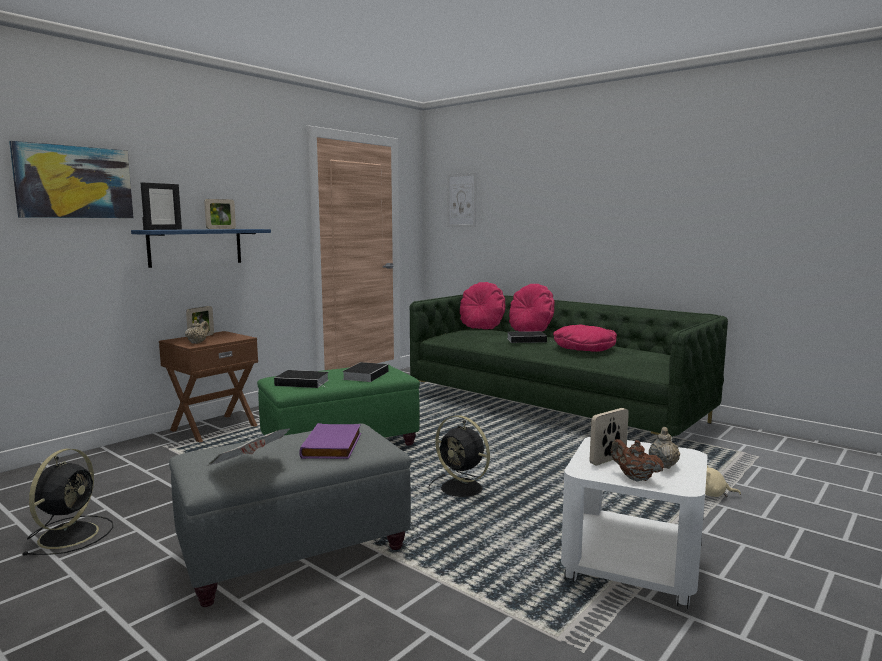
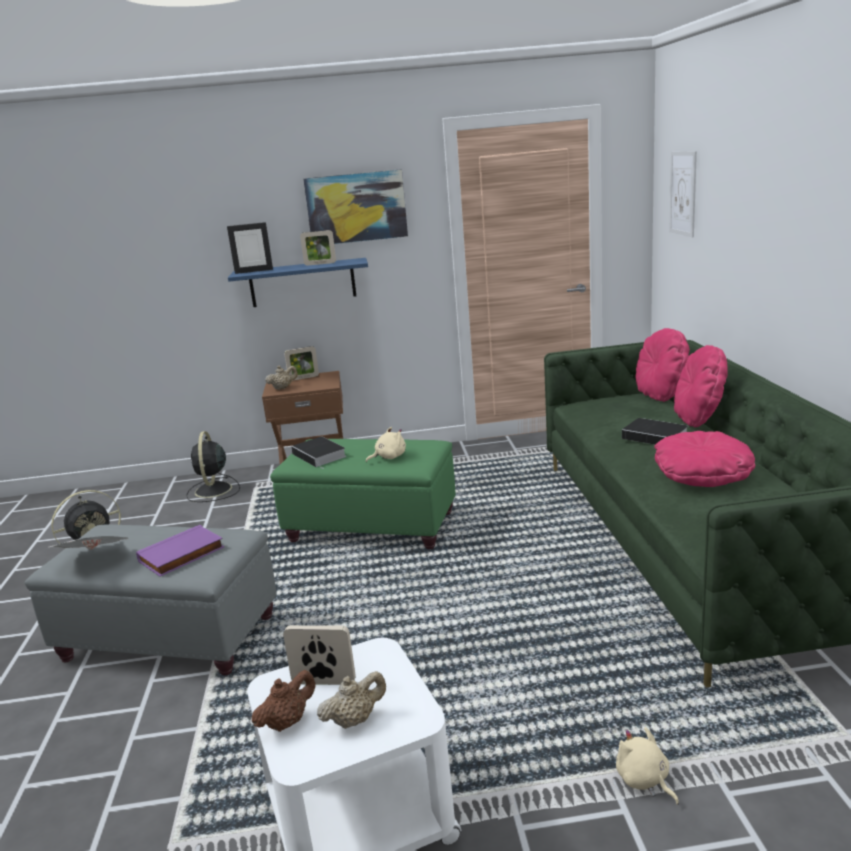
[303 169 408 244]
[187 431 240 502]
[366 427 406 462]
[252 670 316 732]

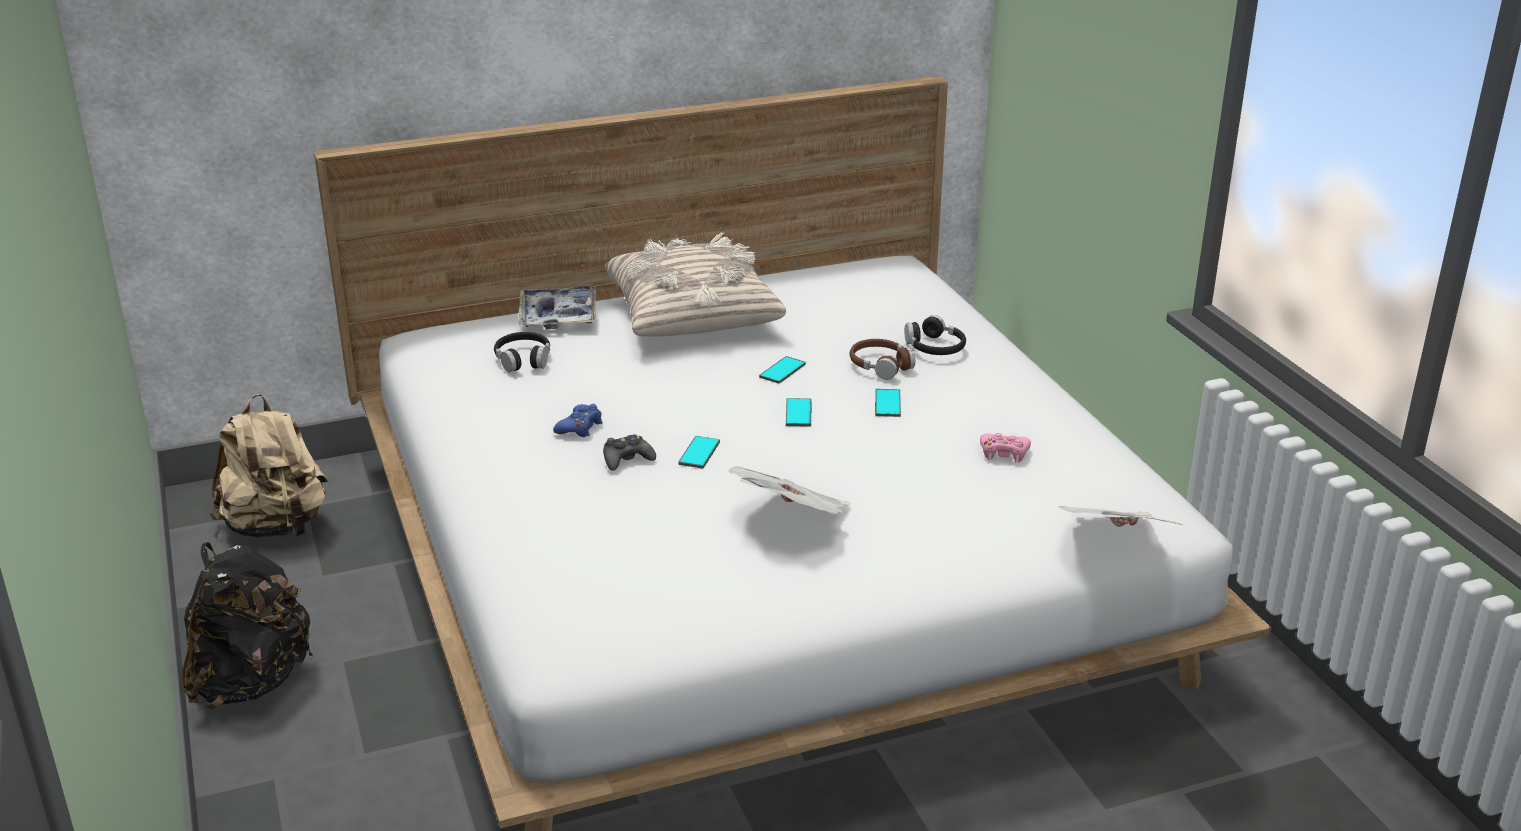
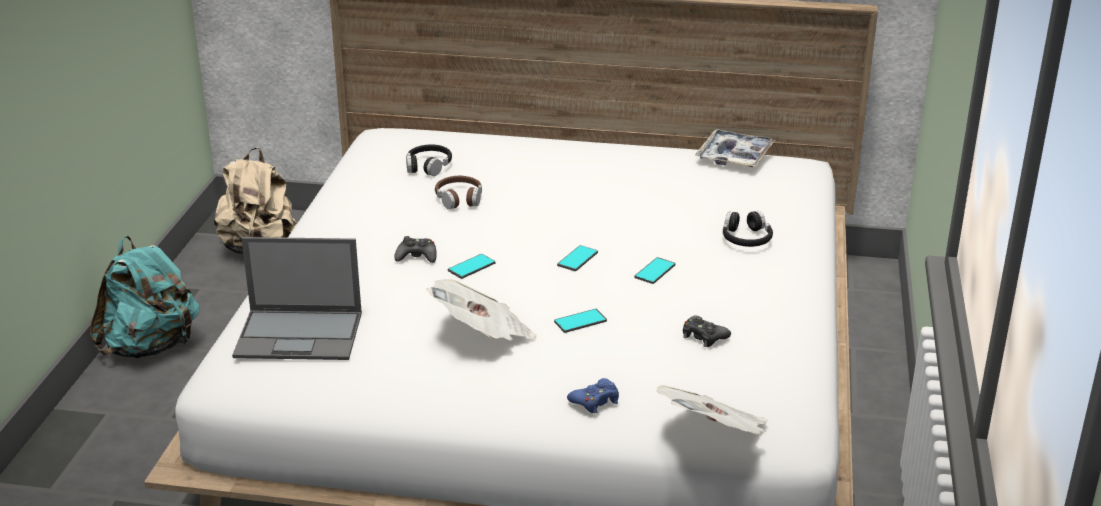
[605 232 786 337] (first image)
[232 237 362 360]
[695 129 776 167]
[567 378 619 413]
[554 309 607 333]
[435 176 482 210]
[90 236 200 358]
[683 315 731 347]

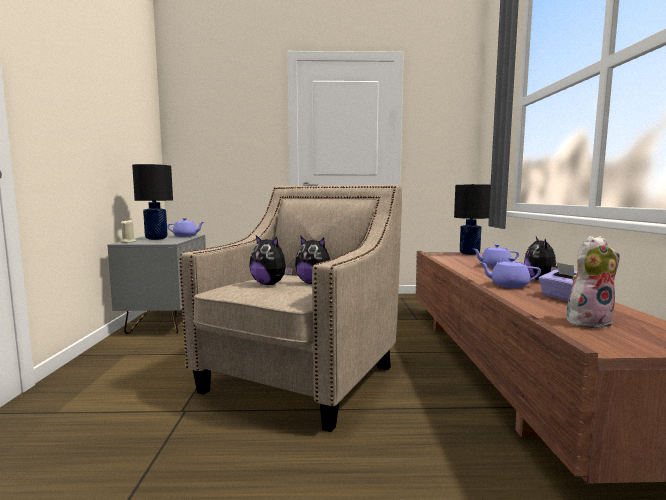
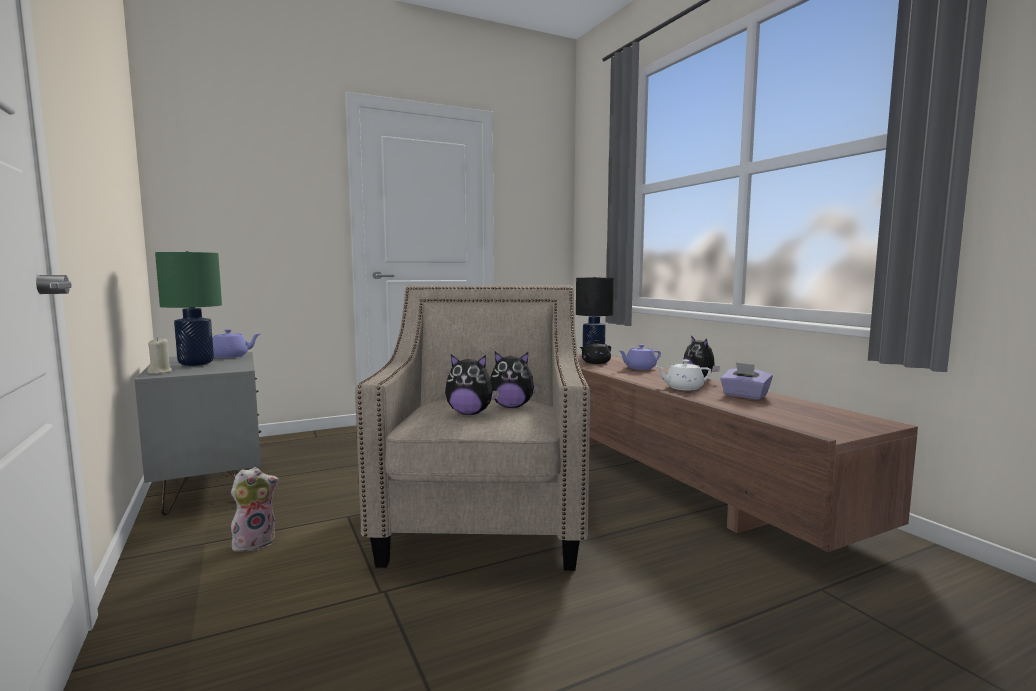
[580 340 611 364]
[231 467 279 552]
[155 251 222 366]
[657 360 712 391]

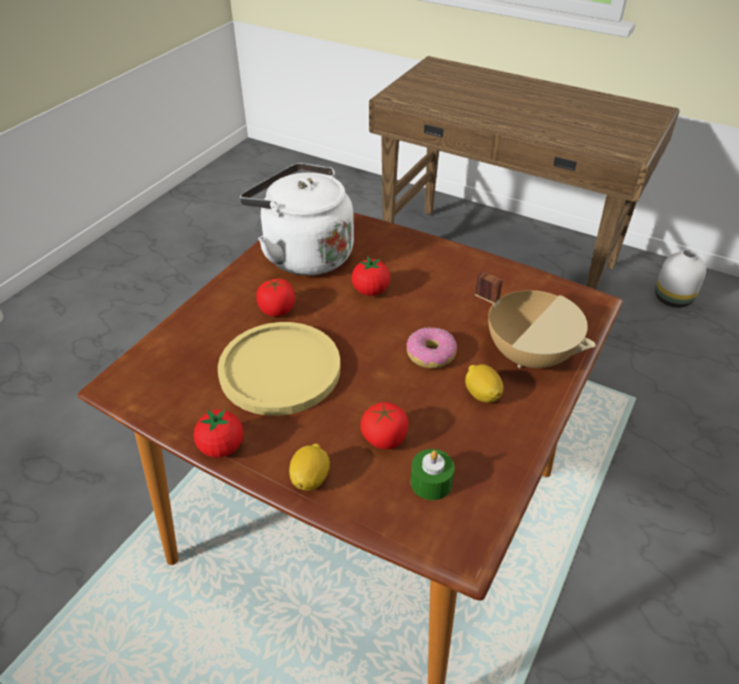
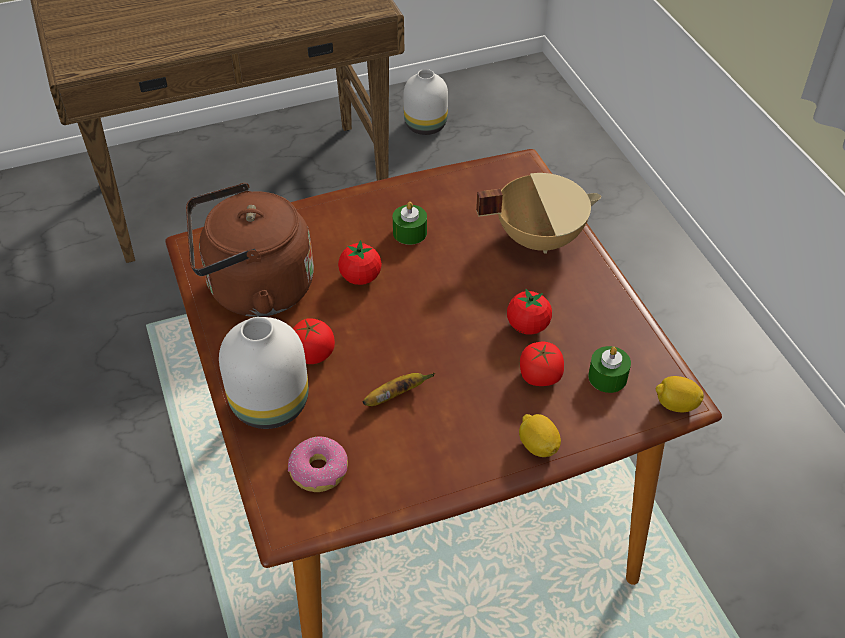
[219 317 309 429]
[393 202 427 245]
[507 289 552 335]
[288 437 348 492]
[656 376 704 412]
[363 373 435 406]
[186 183 314 317]

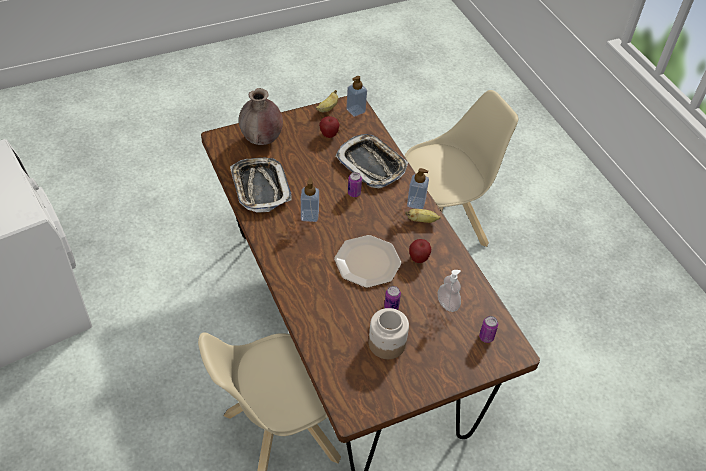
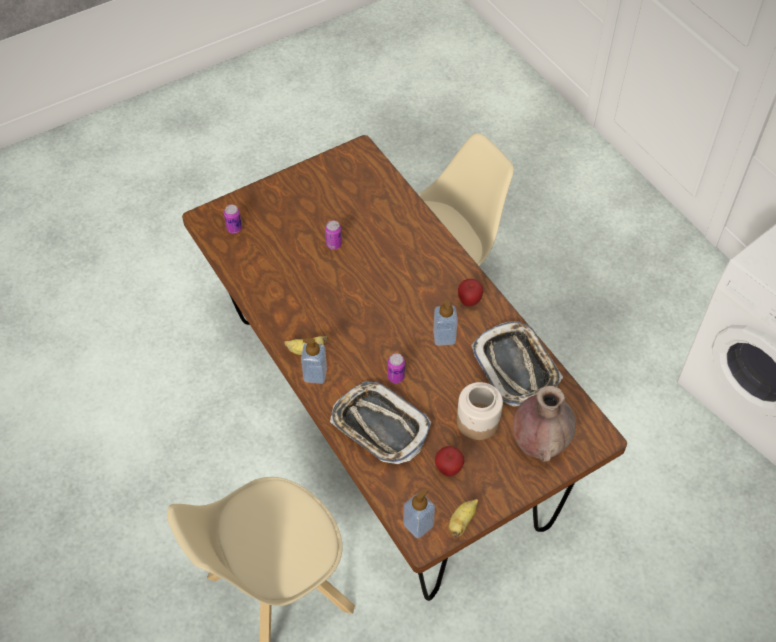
[334 235 401 288] (first image)
[438 270 461 312] (first image)
[457 382 503 440]
[458 278 484 306]

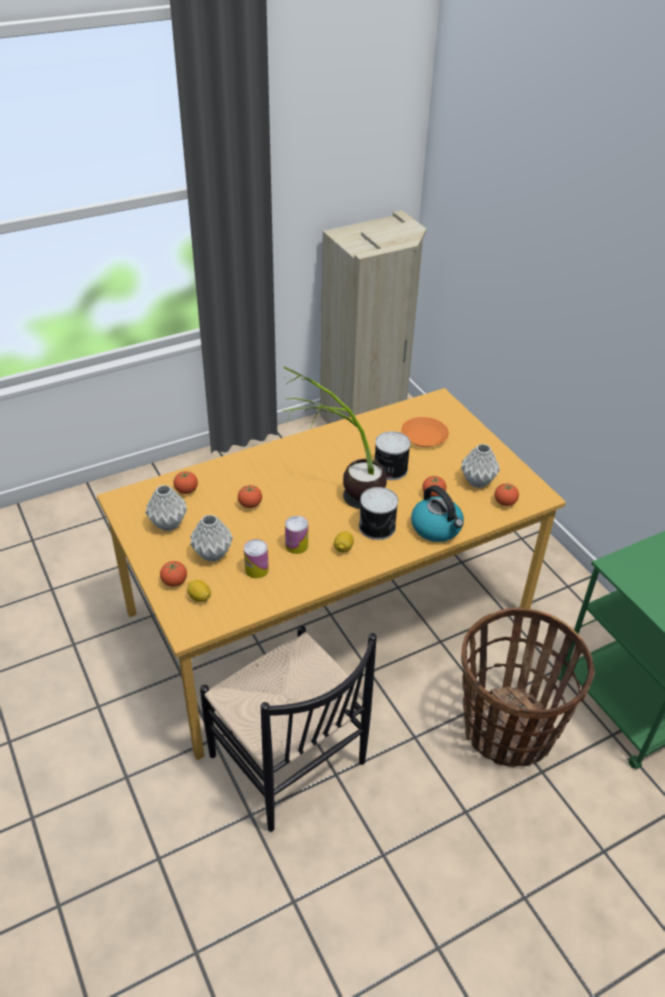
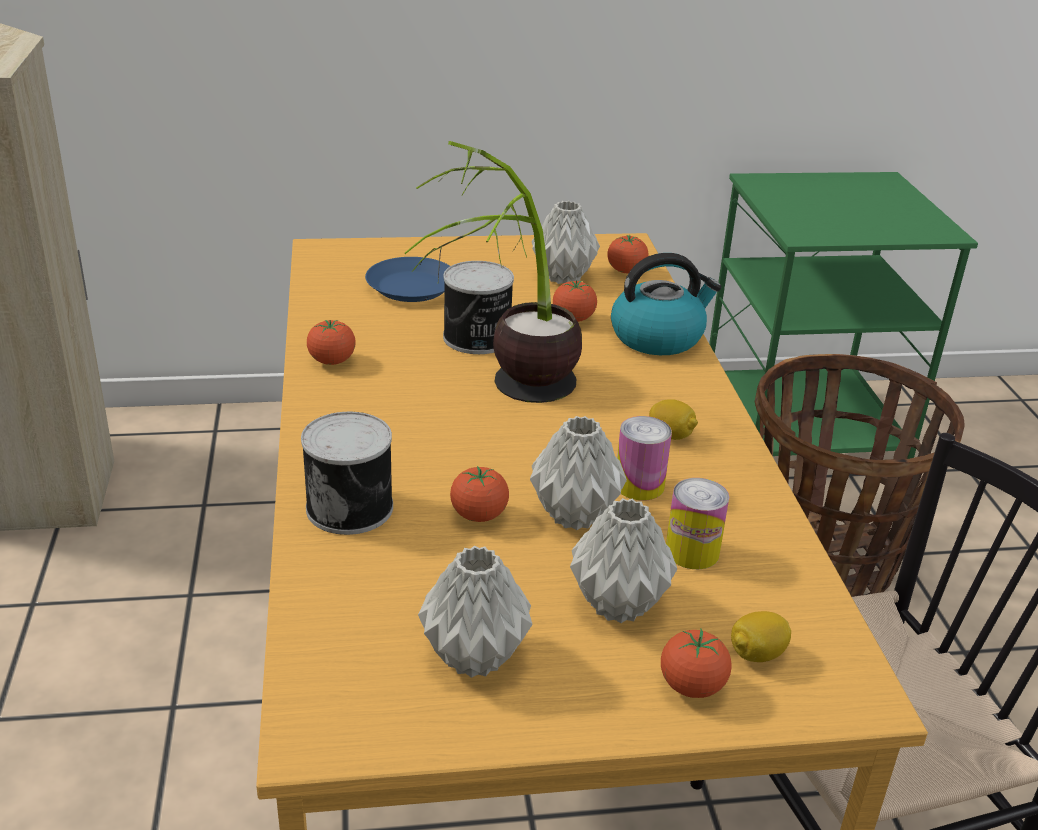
[530 416 627 530]
[307 320 356 365]
[301 412 393 535]
[365 257 450 302]

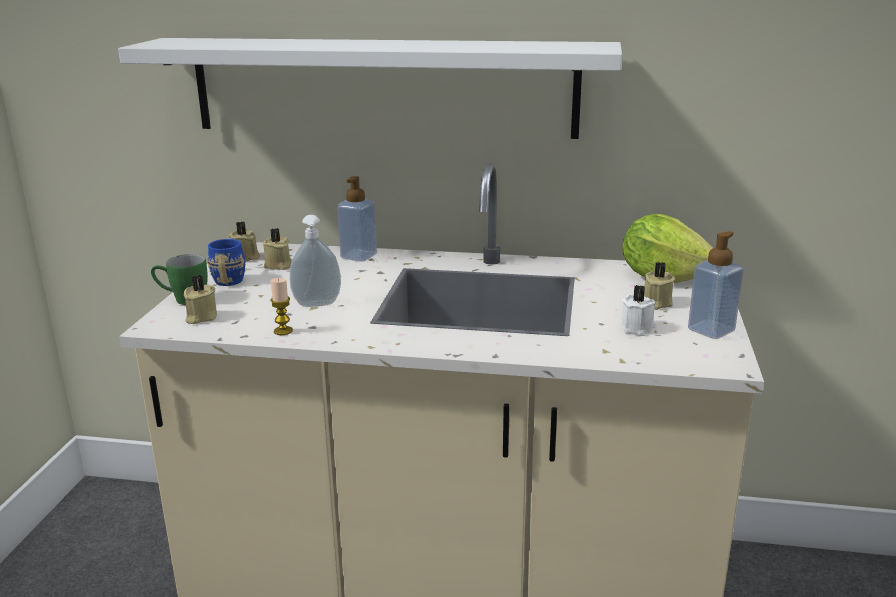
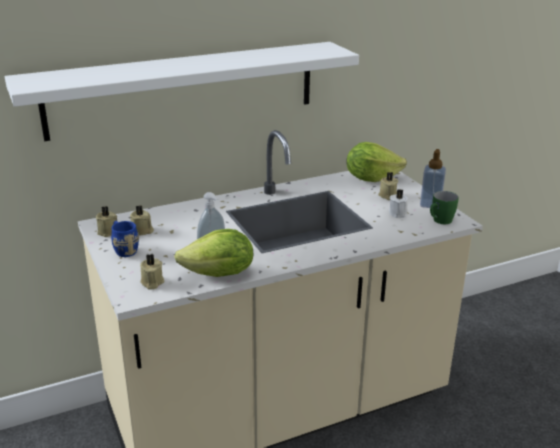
[337 176 377 262] (first image)
[430 191 459 224]
[174 229 253 277]

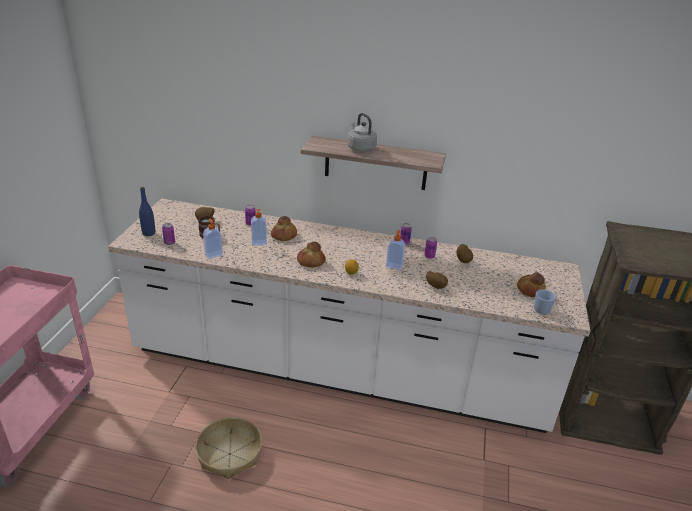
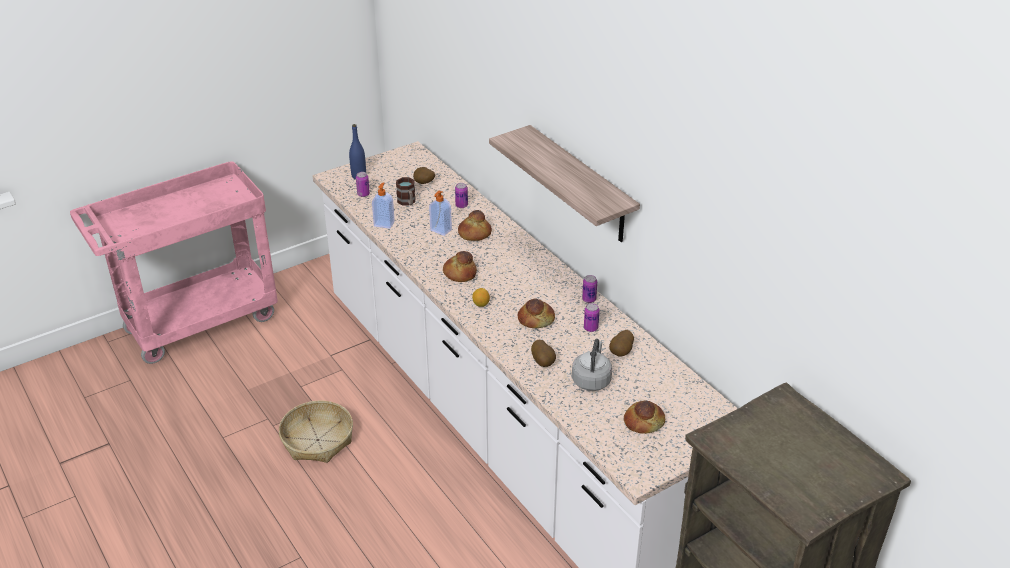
[534 289 556 314] (first image)
[572 339 612 391]
[518 298 555 328]

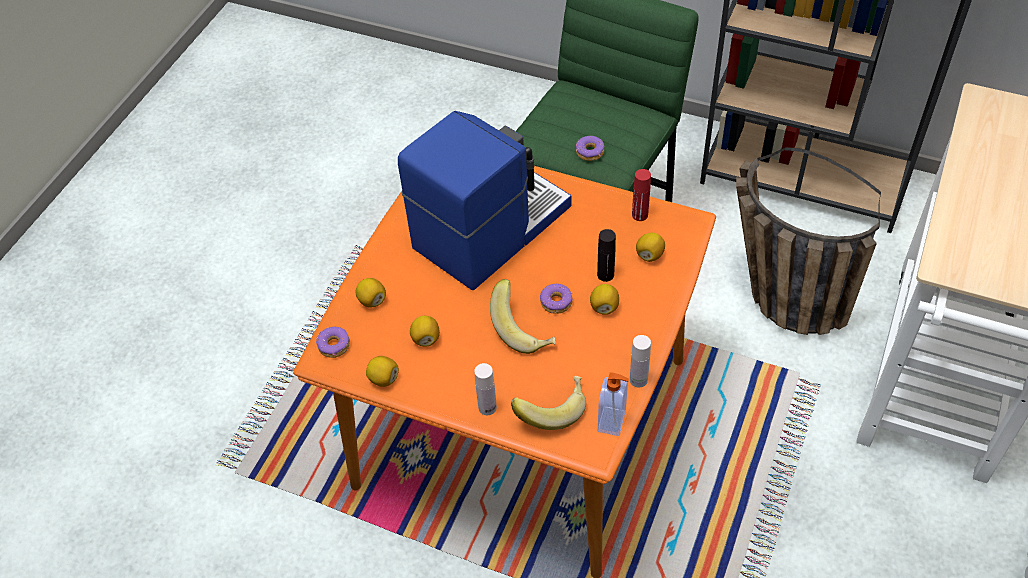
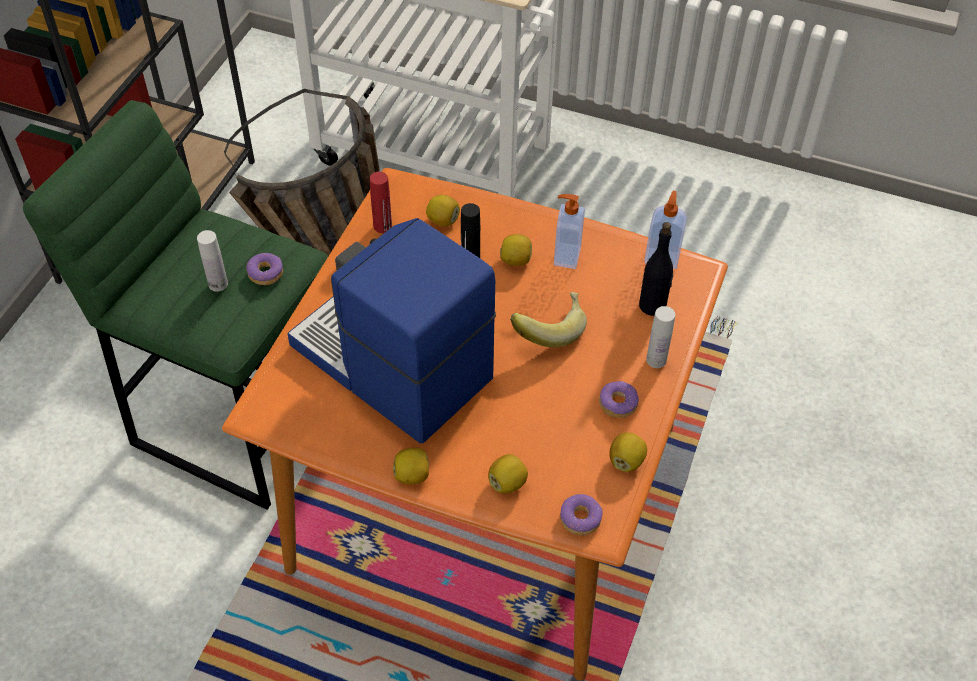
[554 194 585 269]
[393 448 429 485]
[599 381 639 418]
[197 230 228 292]
[639 222 673 316]

